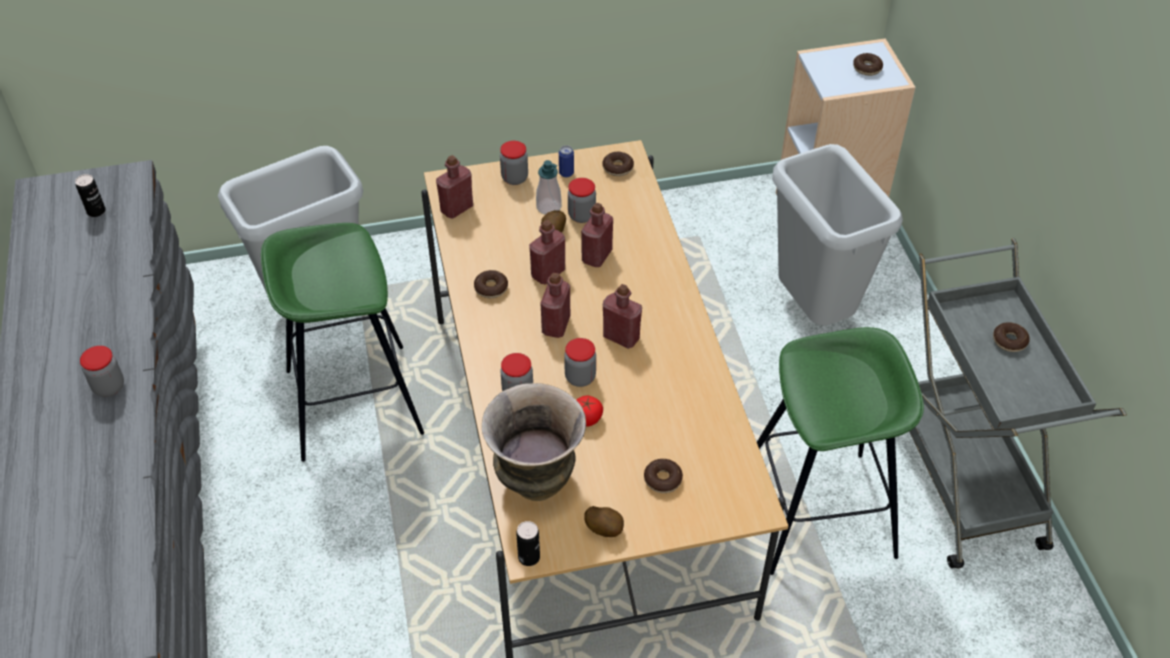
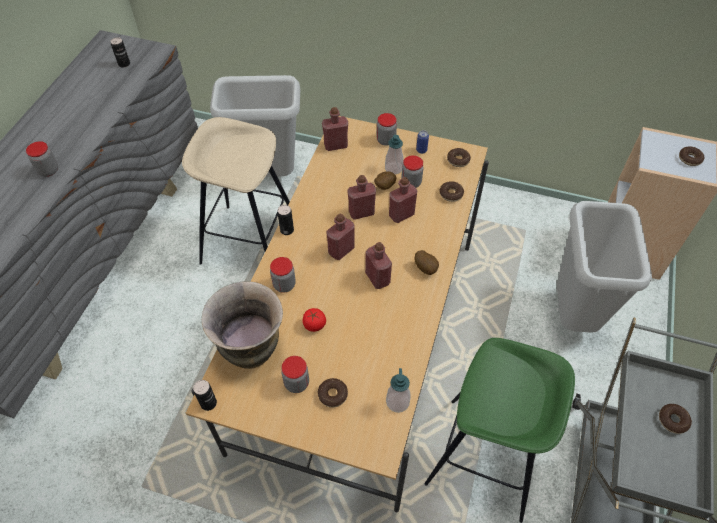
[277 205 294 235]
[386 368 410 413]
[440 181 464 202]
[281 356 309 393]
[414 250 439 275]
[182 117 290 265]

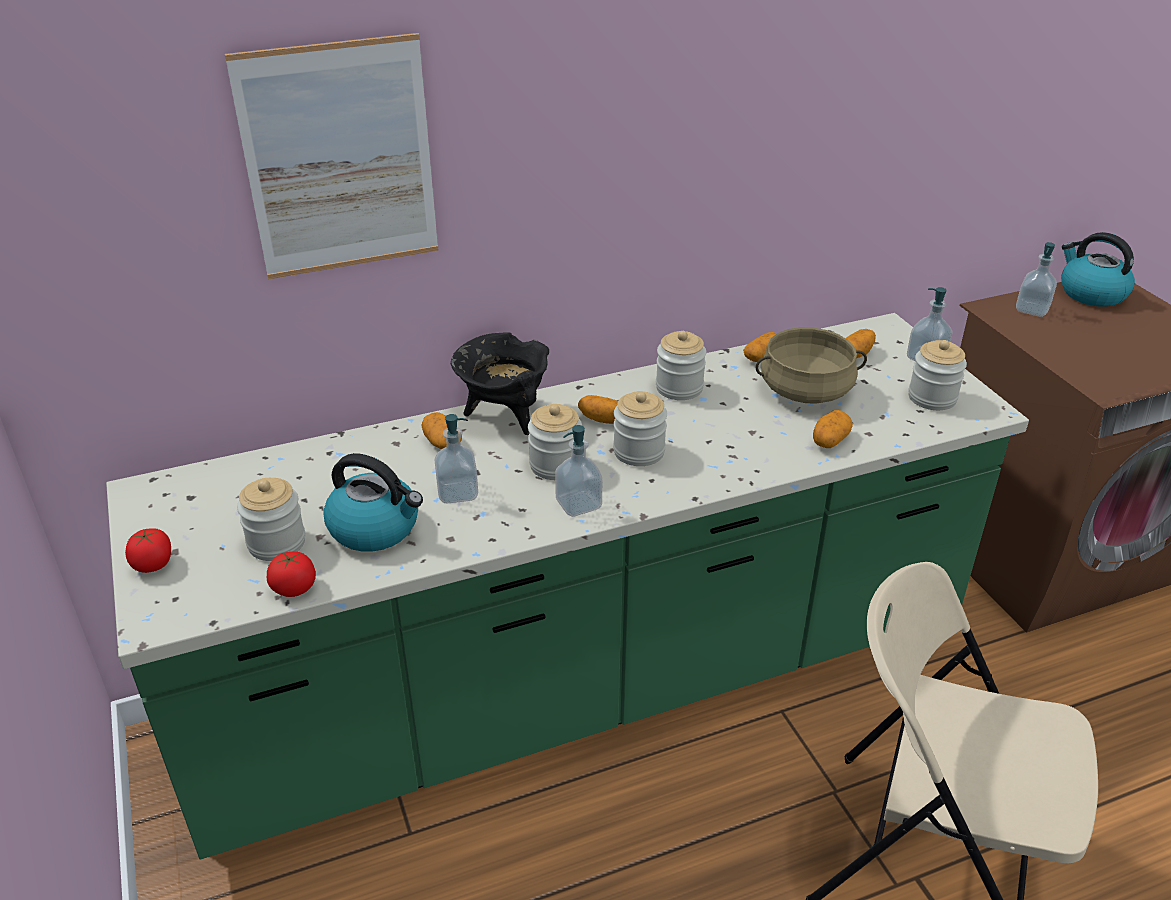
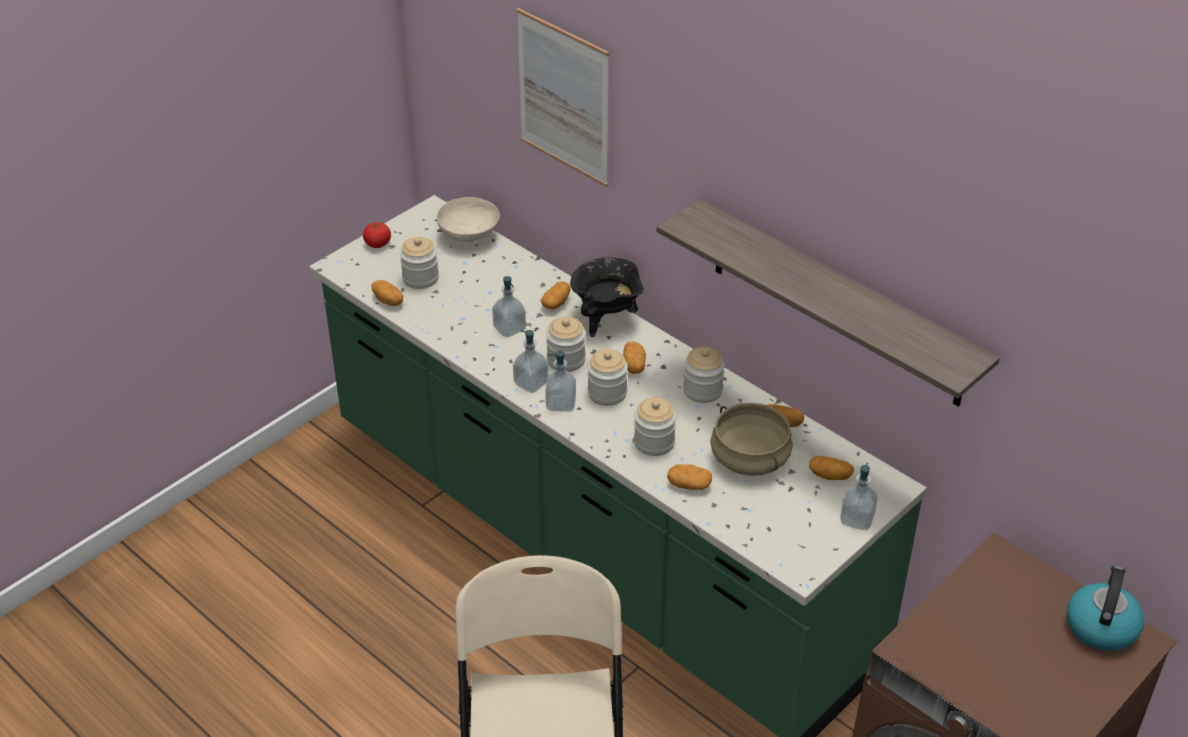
[323 453 423 552] (first image)
[437 197 500 245]
[656 199 1000 407]
[634 398 676 456]
[545 350 576 412]
[371 280 403 306]

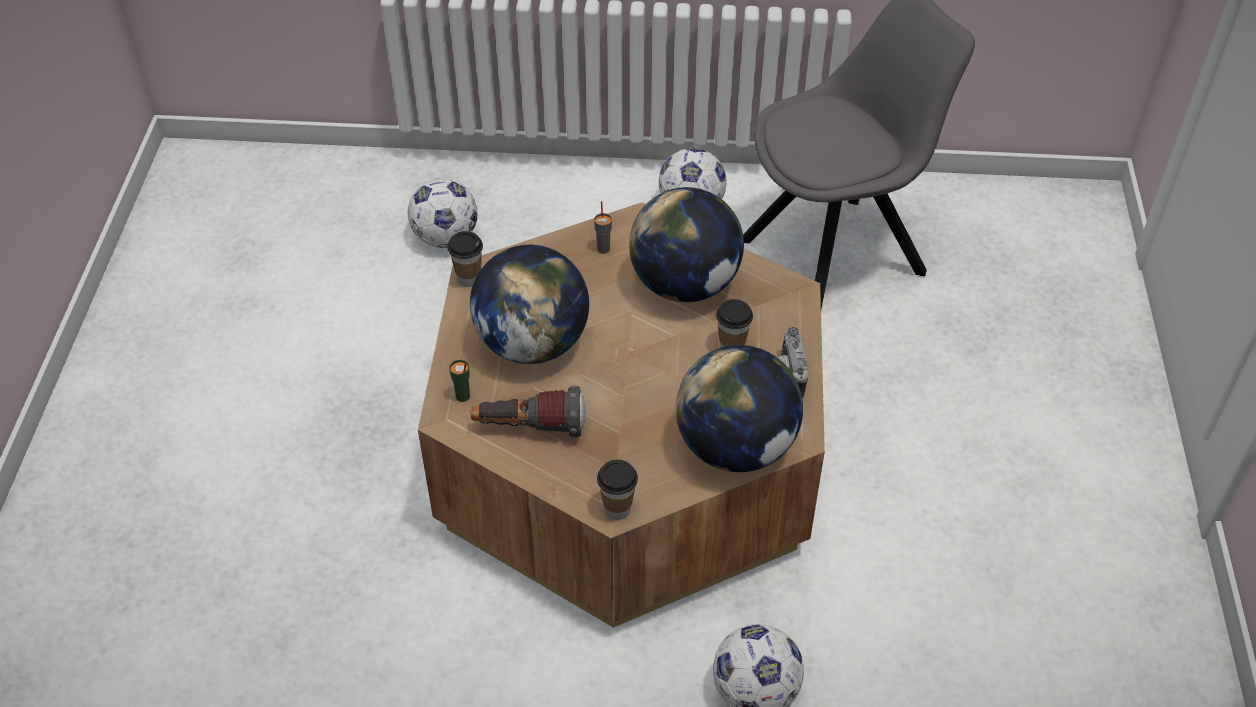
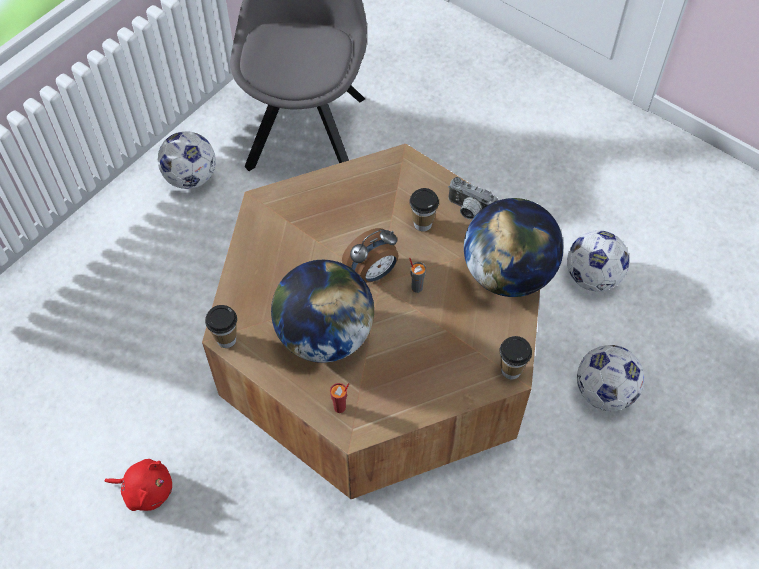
[471 385 586 438] (first image)
[629 187 744 302] (first image)
[104 459 172 511]
[342 228 399 283]
[567 230 630 291]
[409 258 426 293]
[330 383 349 413]

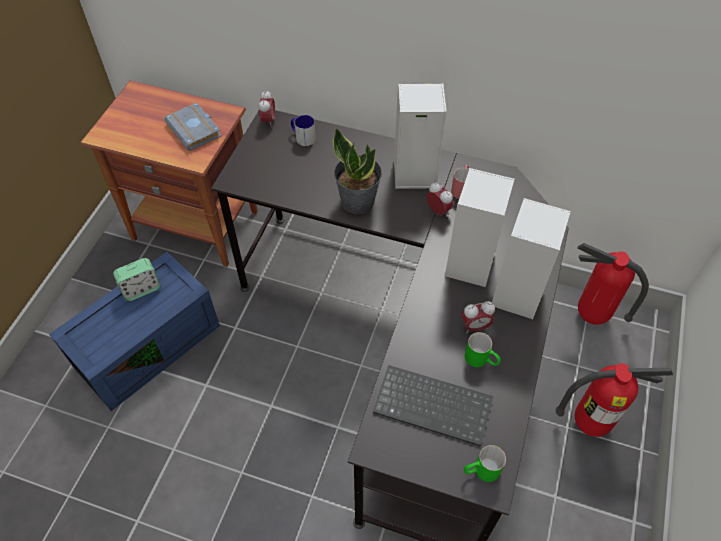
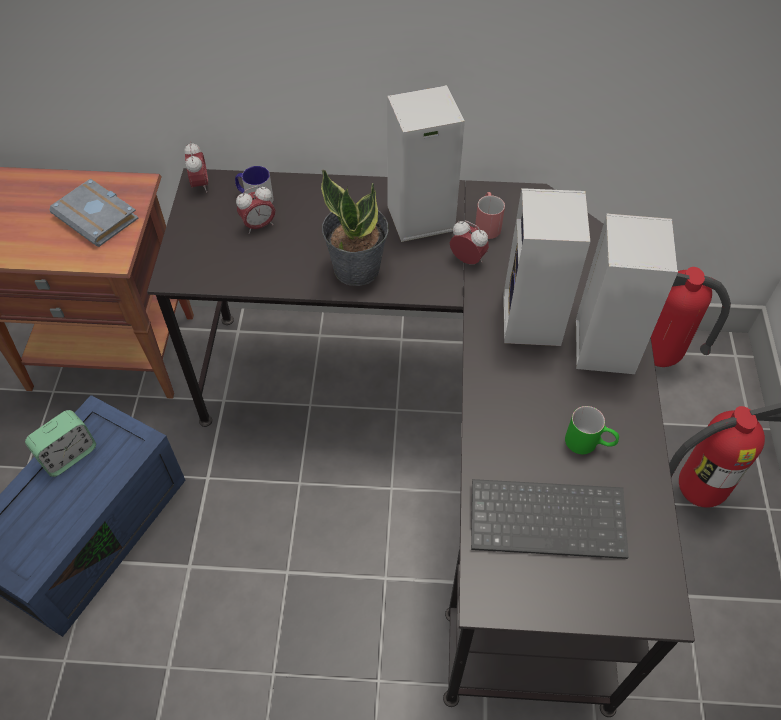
[464 445 506 482] (first image)
[236 186 275 234]

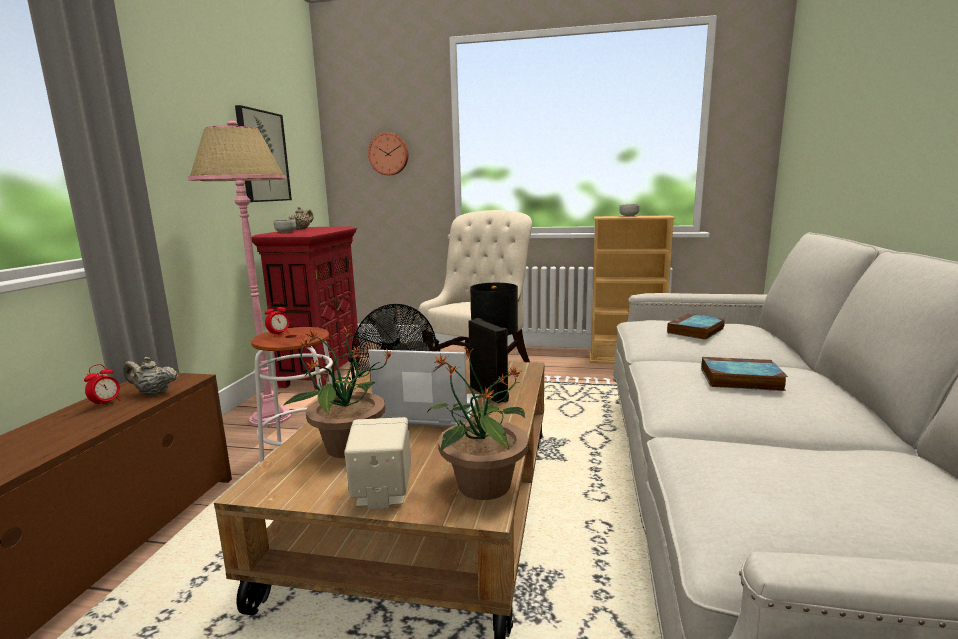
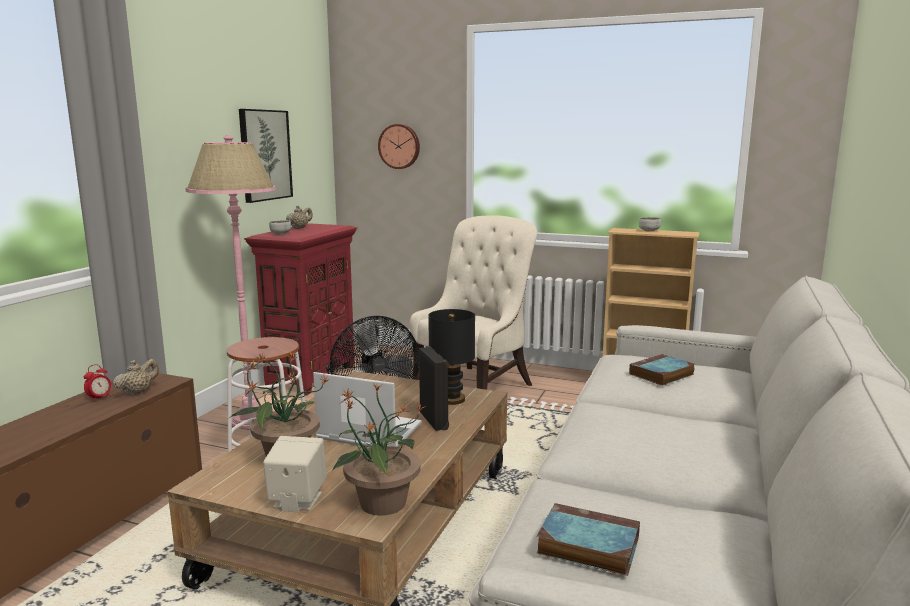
[265 302 289 337] (first image)
[536 503 640 576]
[113 359 159 395]

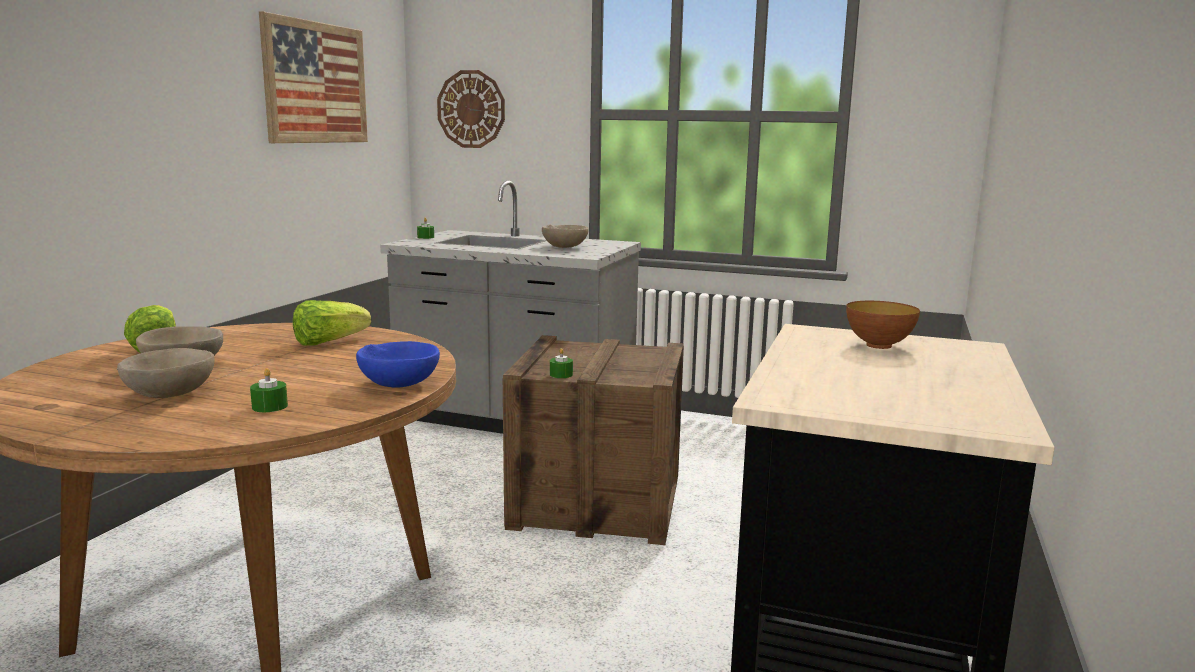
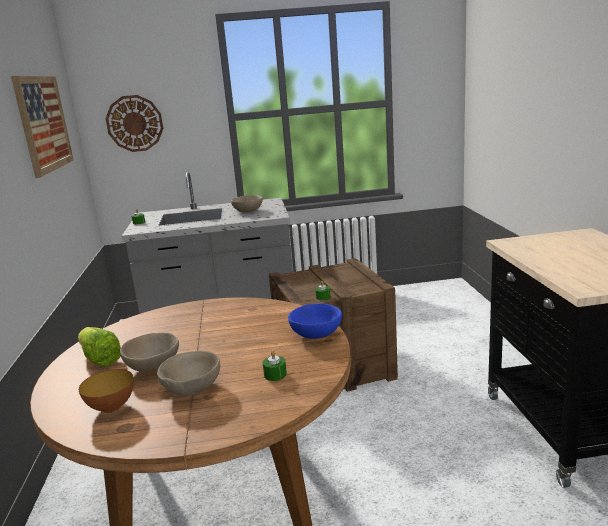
[293 300 371 346] (first image)
[79 369 134 413]

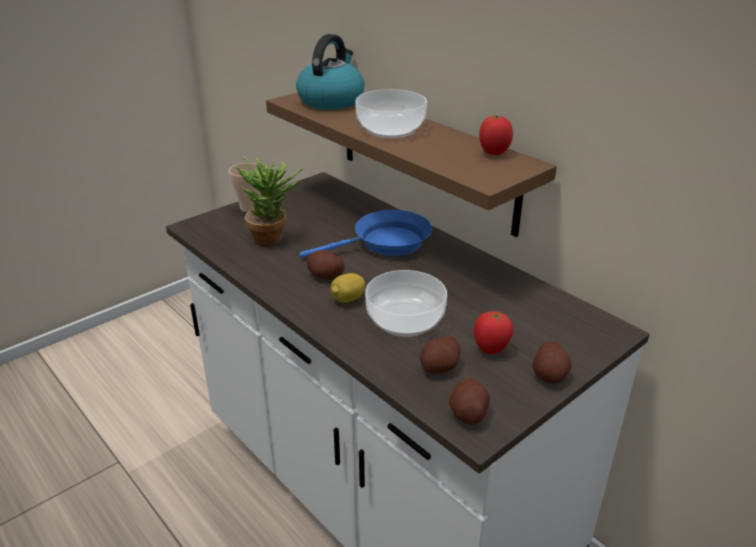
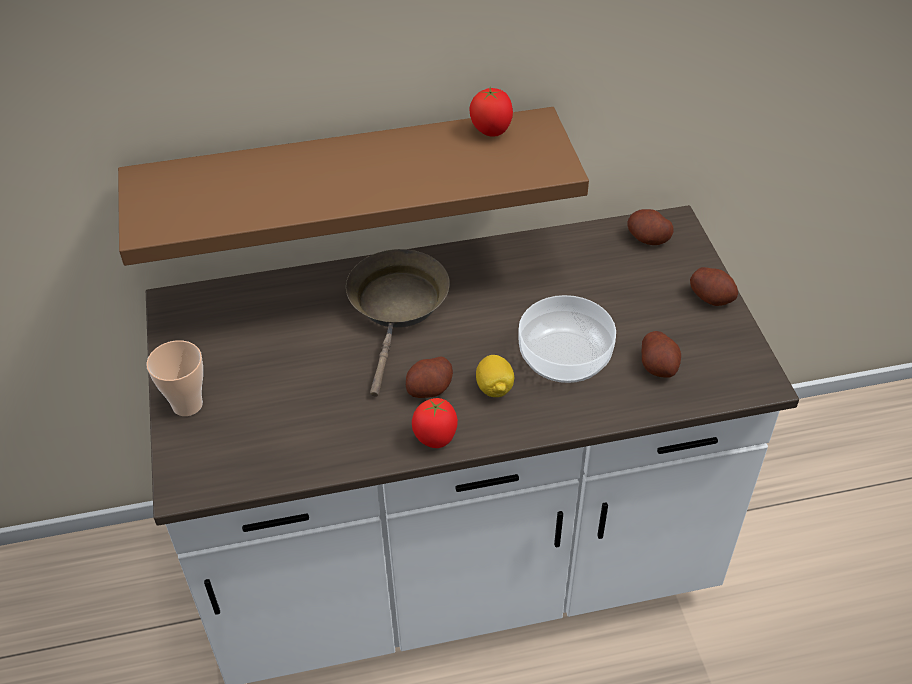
[235 156 304 246] (first image)
[296 34 364 110] (first image)
[355 89 427 138] (first image)
[627 209 674 245]
[412 398 458 448]
[346 249 450 397]

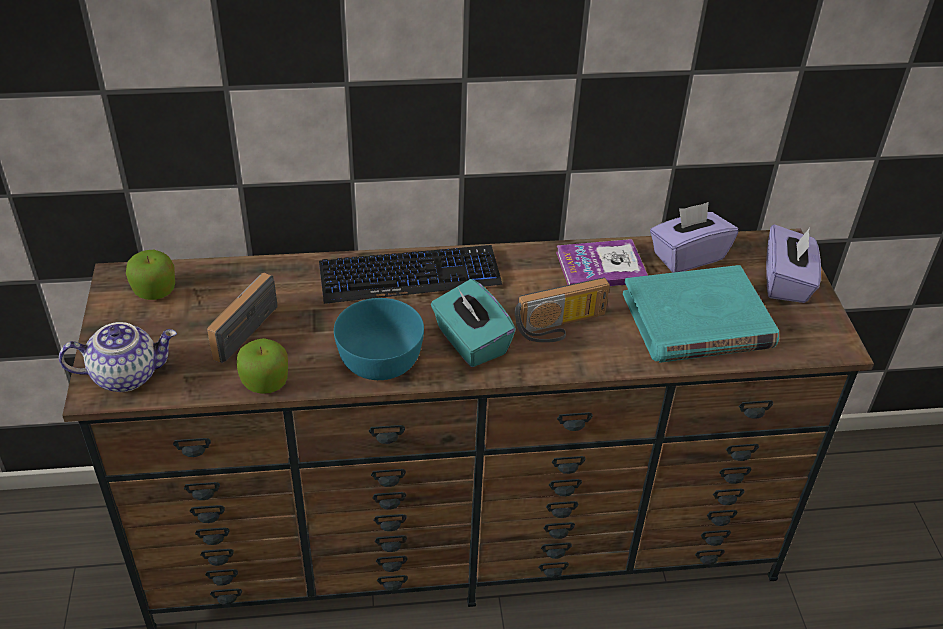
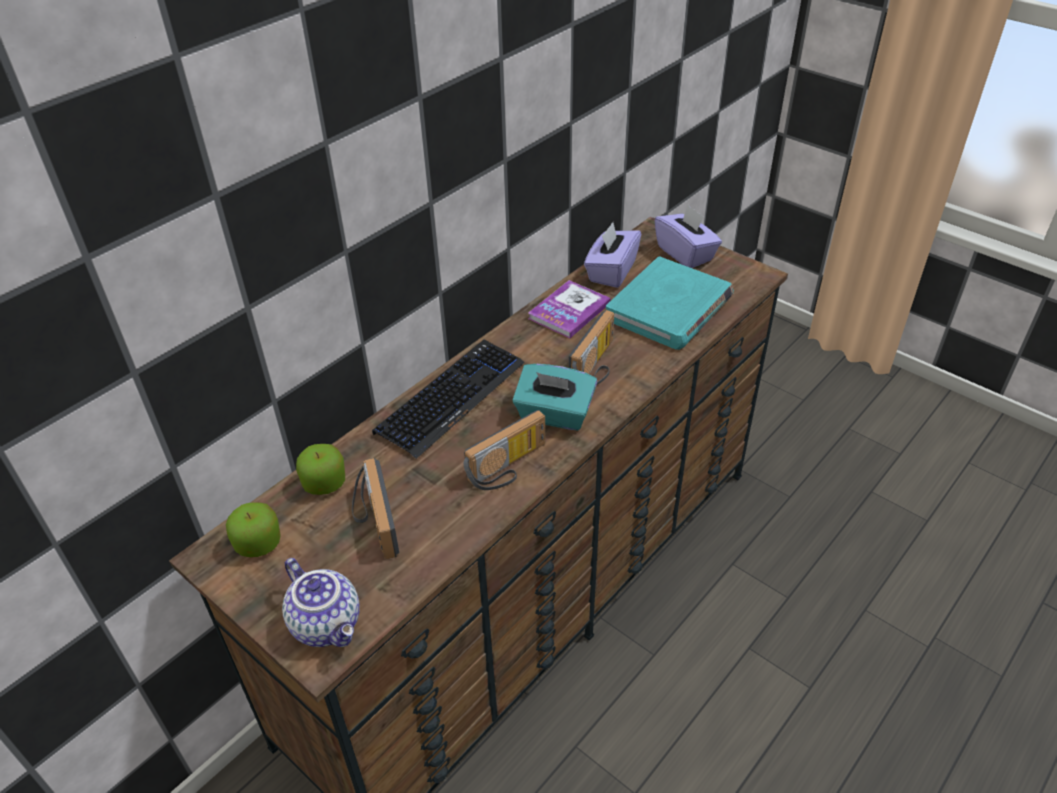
[296 444 345 495]
[464 410 545 490]
[282 558 360 647]

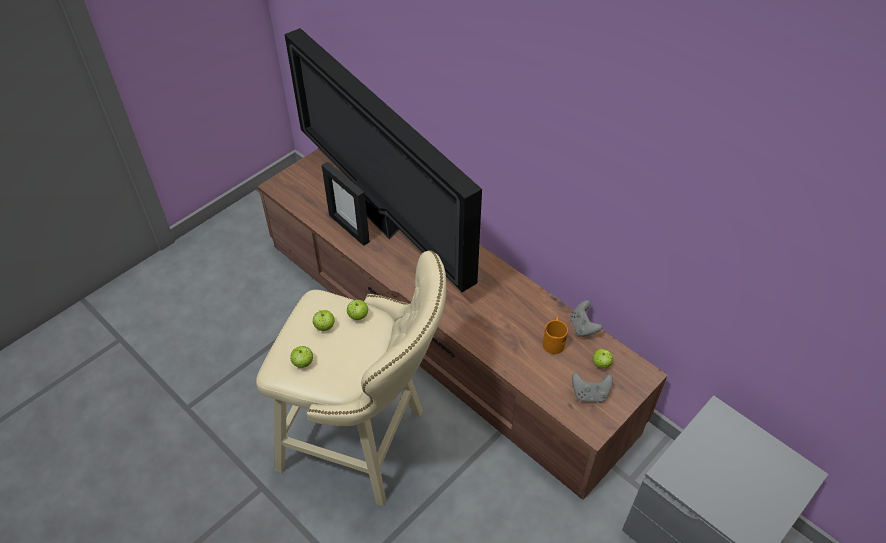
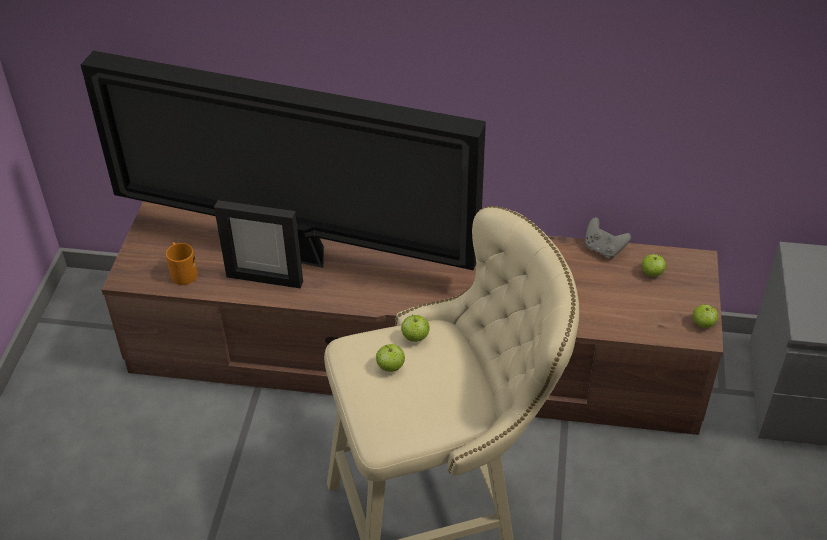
[572 372 613 402] (first image)
[693 304 719 328]
[166 242 198 285]

